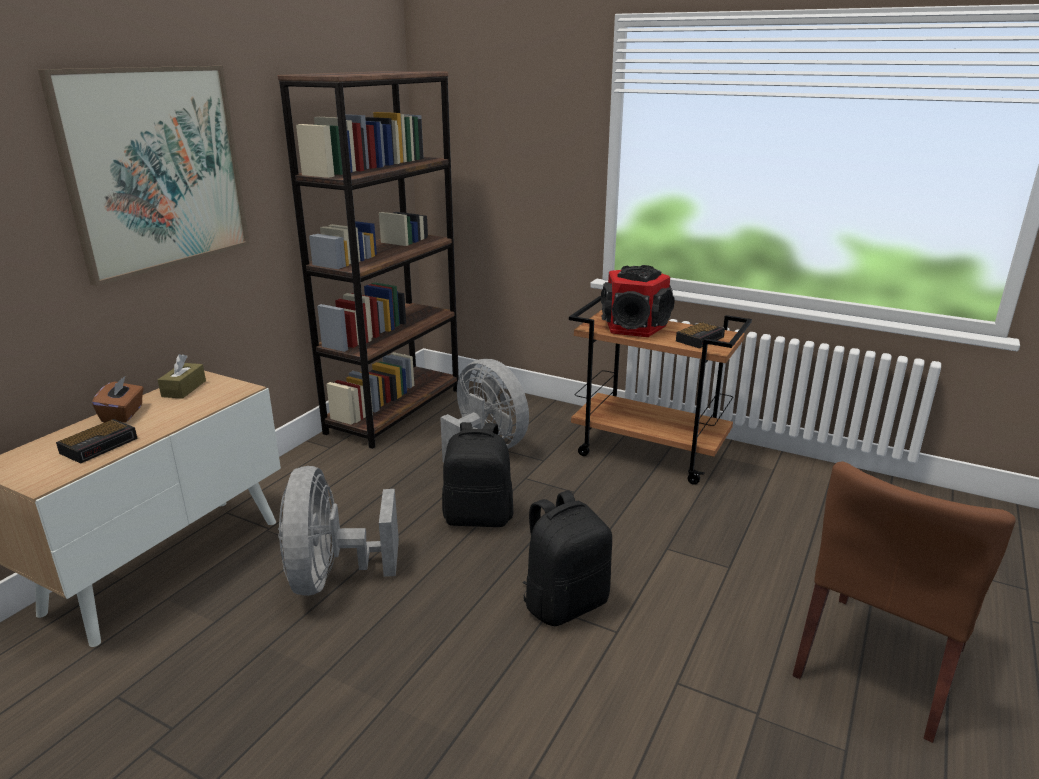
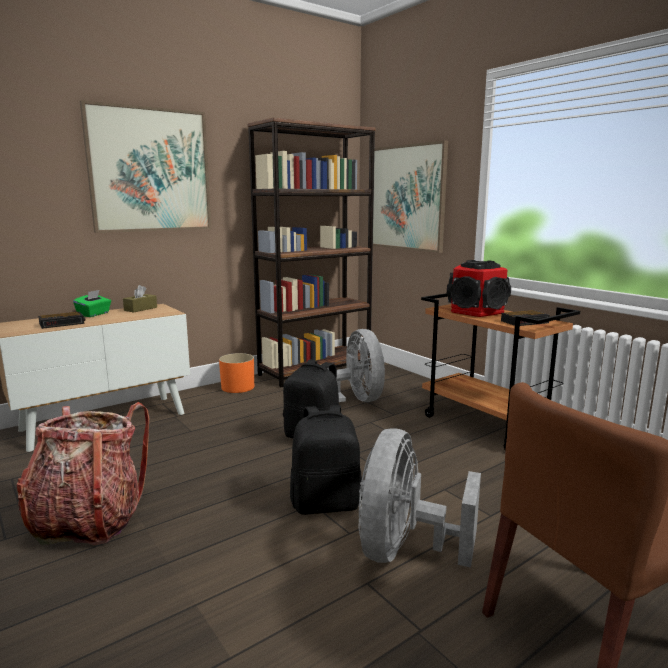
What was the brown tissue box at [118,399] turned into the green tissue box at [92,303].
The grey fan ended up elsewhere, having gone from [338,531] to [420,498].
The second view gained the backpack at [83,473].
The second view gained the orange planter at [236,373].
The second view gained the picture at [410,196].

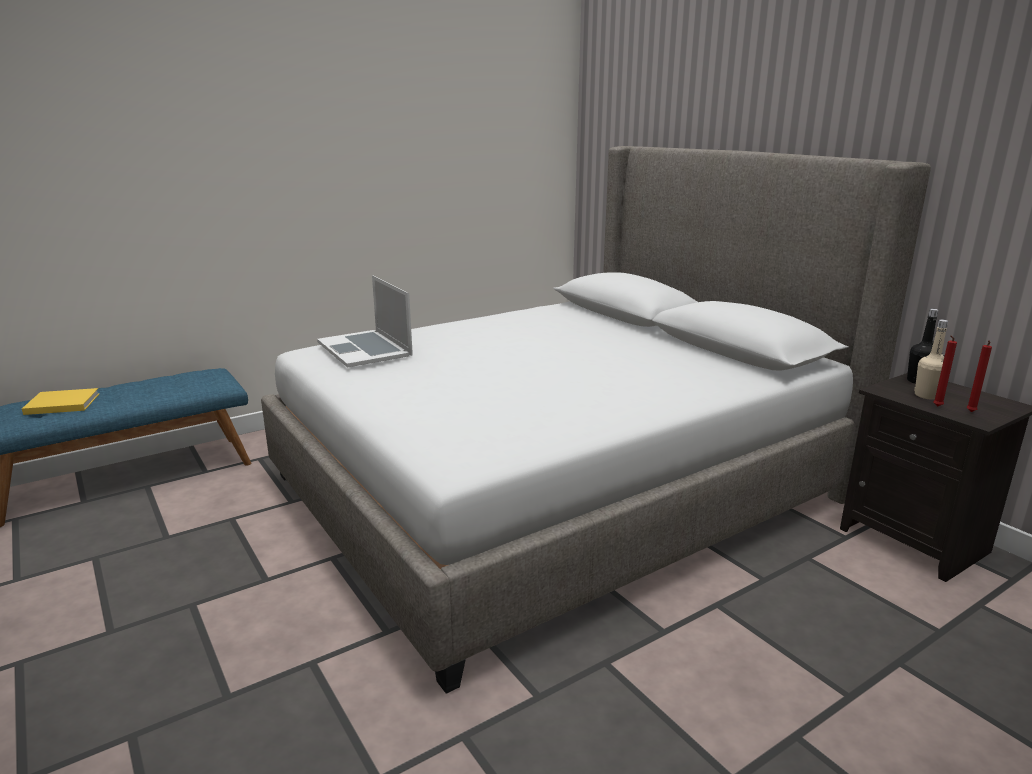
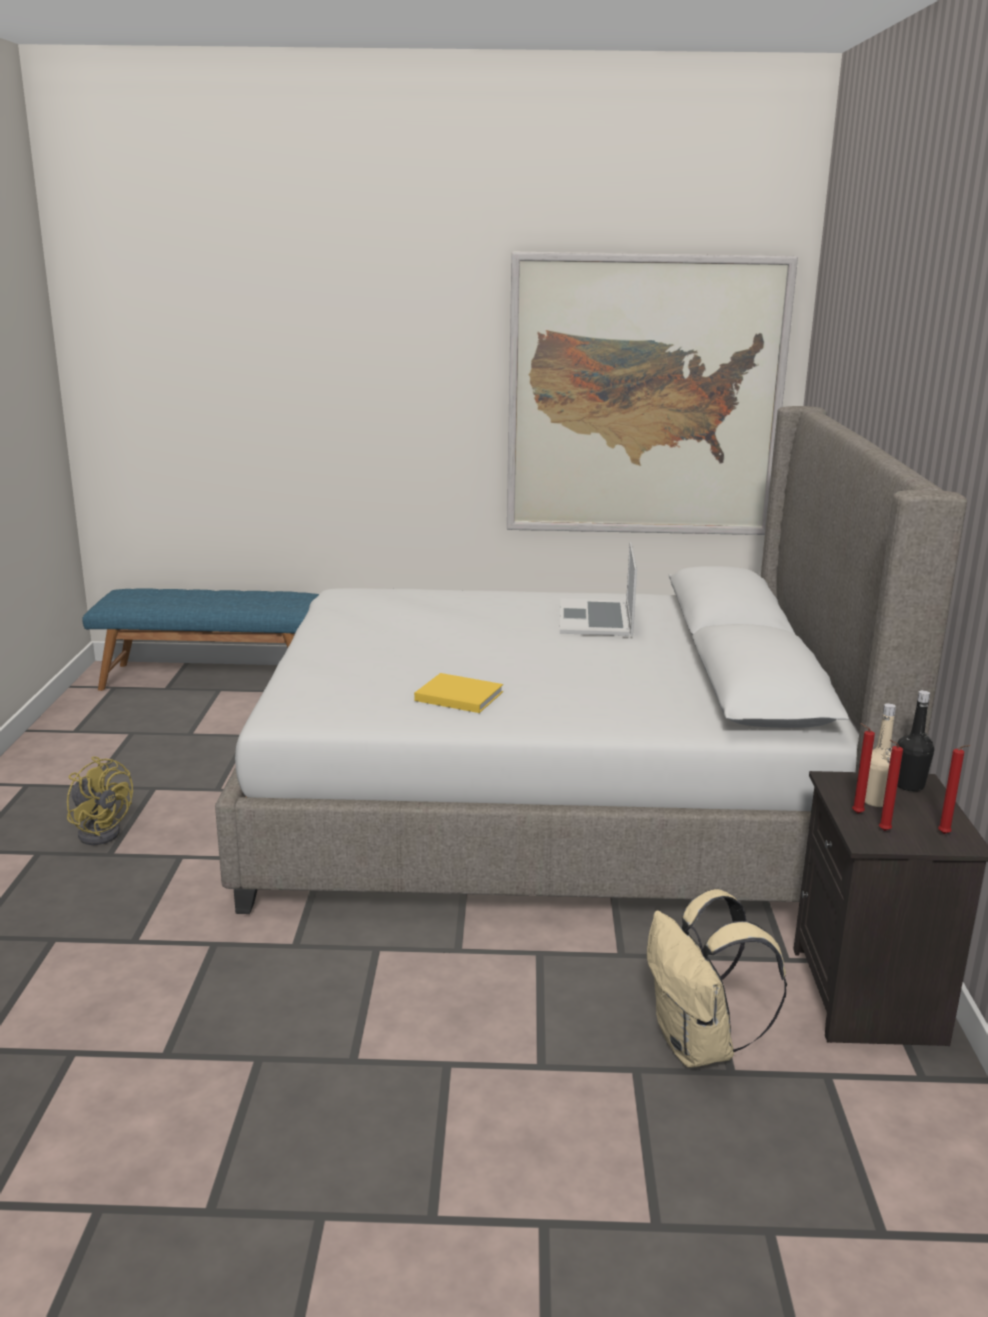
The yellow book ended up elsewhere, having gone from [60,401] to [458,693].
The laptop ended up elsewhere, having gone from [365,321] to [598,589].
The second view gained the yellow fan at [100,800].
The second view gained the picture at [652,393].
The second view gained the beige backpack at [717,978].
The second view gained the red candle at [954,789].

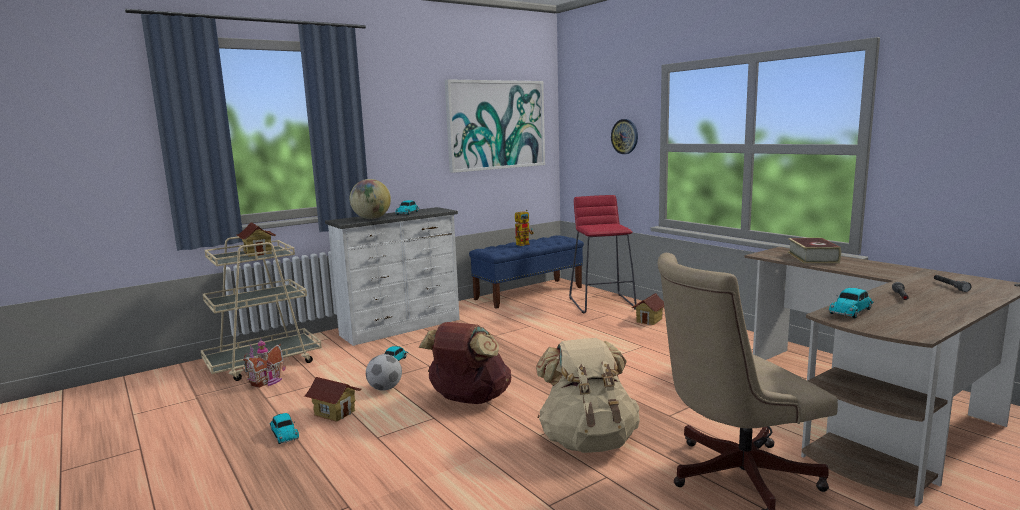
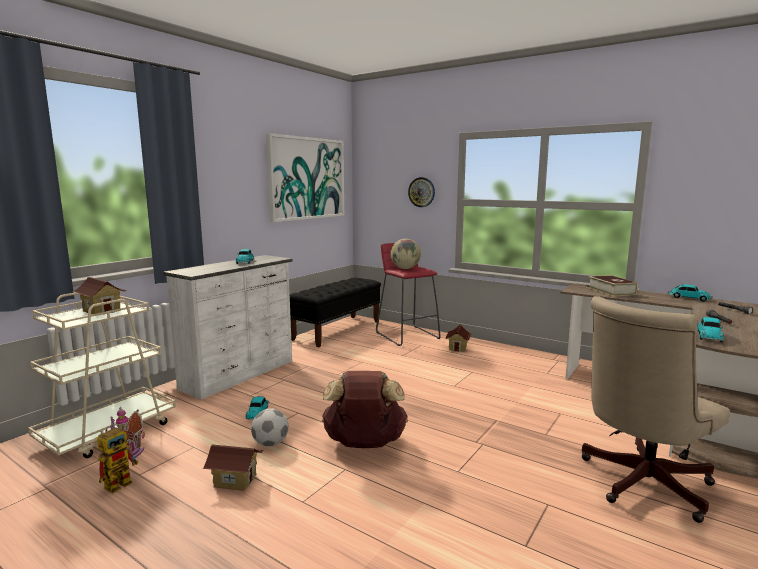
The toy car ended up elsewhere, having gone from [284,428] to [690,292].
The globe ended up elsewhere, having gone from [370,199] to [405,254].
What was the blue bench at [526,272] turned into the black bench at [335,312].
The toy robot ended up elsewhere, having gone from [524,228] to [117,459].
The second view lost the beige backpack at [588,395].

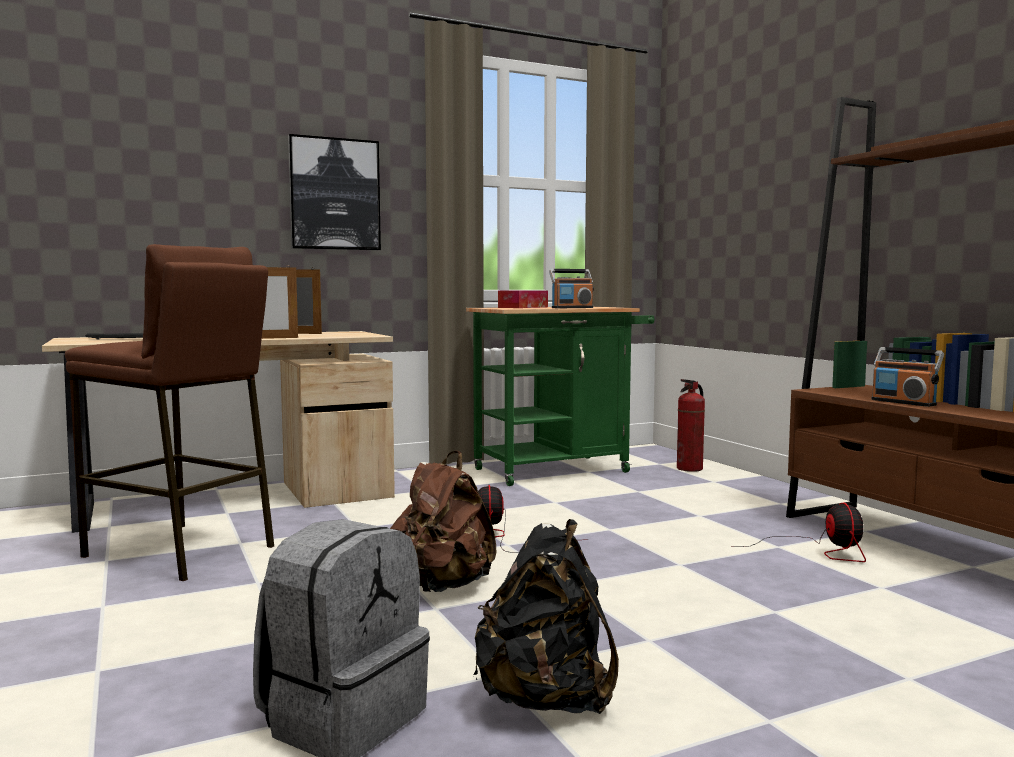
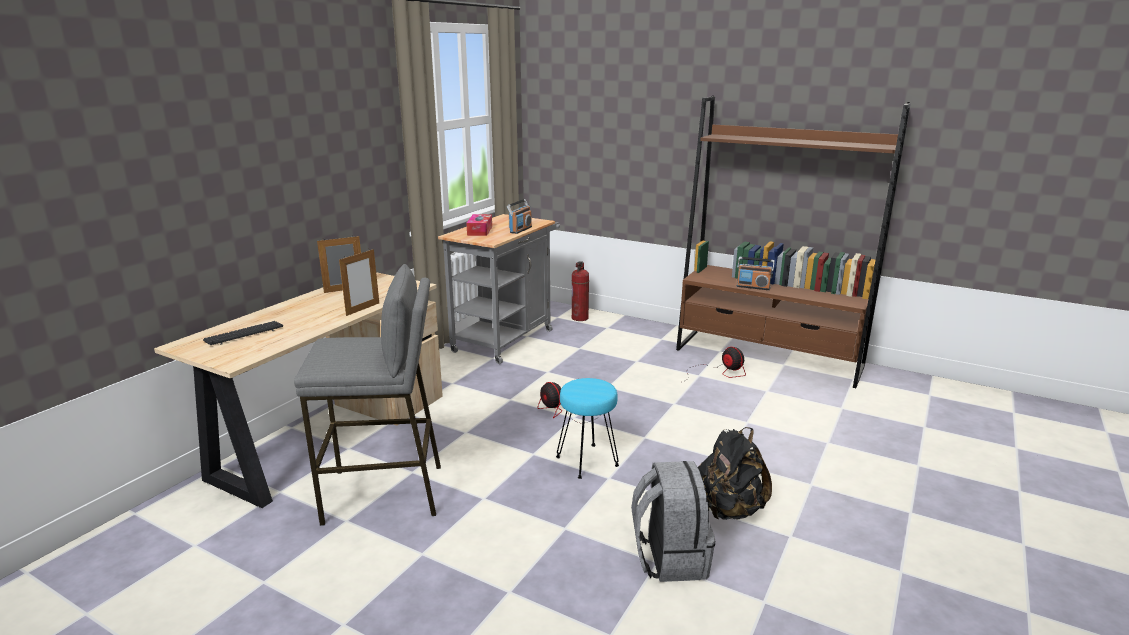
What was the brown stool at [169,412] turned into the grey stool at [367,395].
The second view lost the picture at [334,192].
Where the brown backpack stood at [443,521], the turquoise stool came to stand at [587,428].
What was the green cart at [560,396] turned into the grey cart at [499,289].

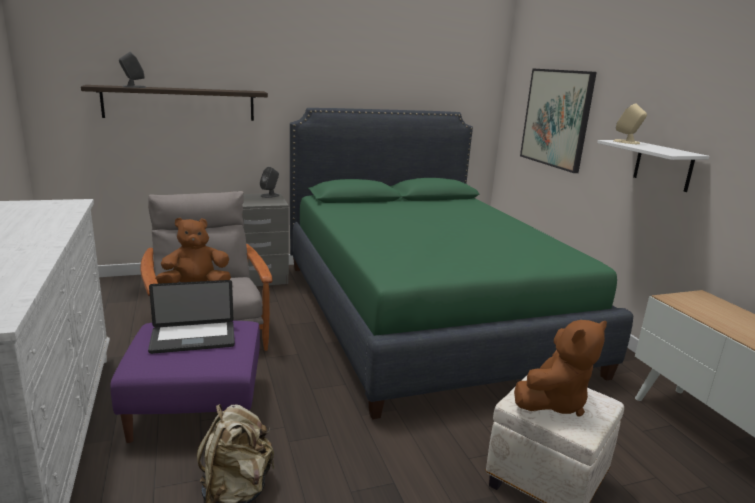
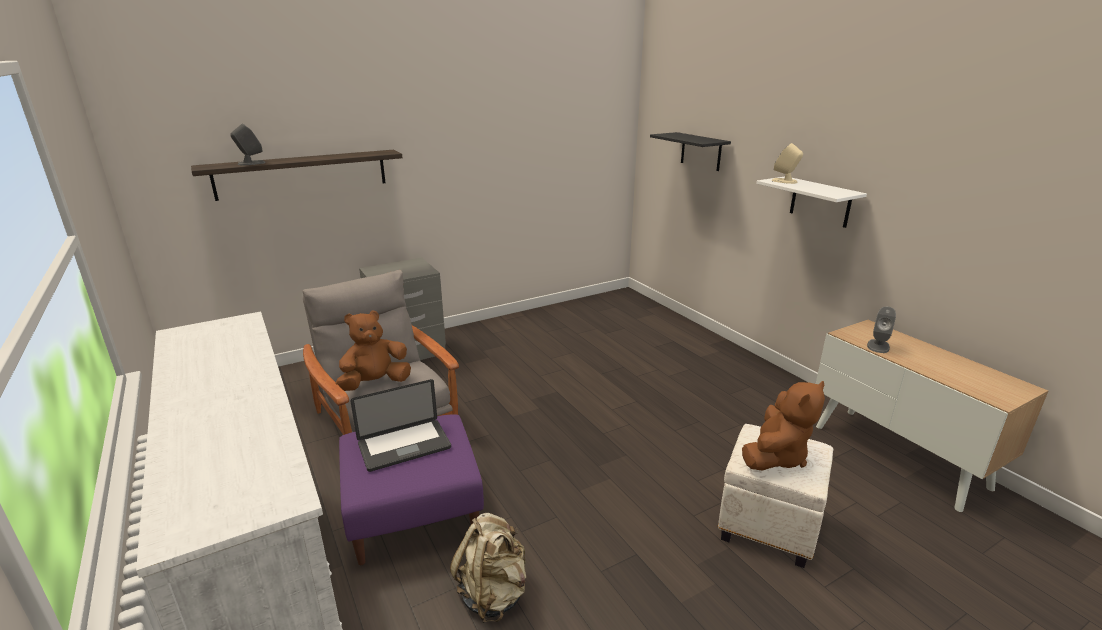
The grey speaker ended up elsewhere, having gone from [269,182] to [881,329].
The second view lost the green bed at [461,263].
Where the picture hung at [558,120], the black shelf came to hang at [690,151].

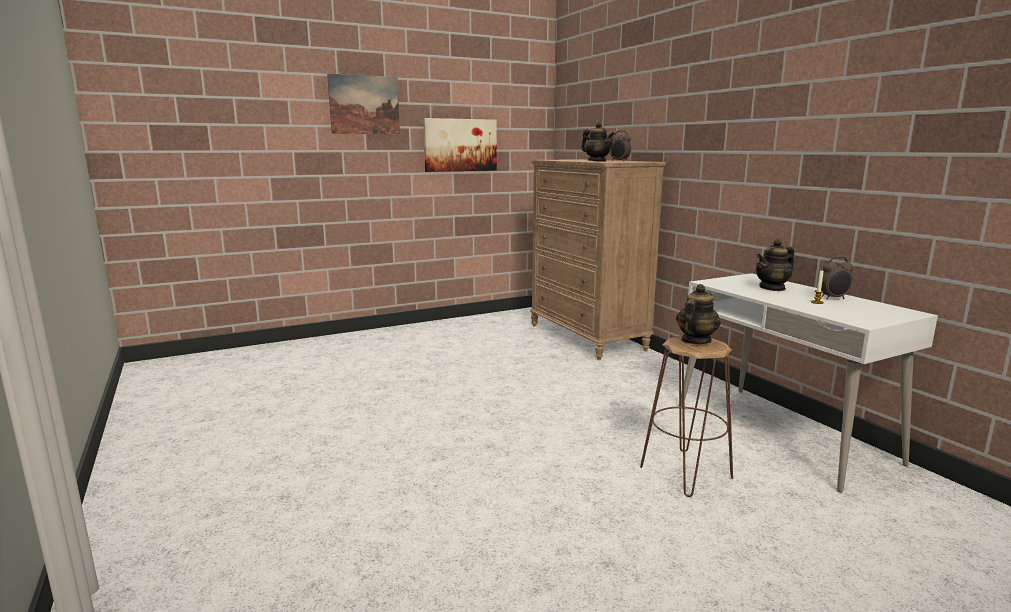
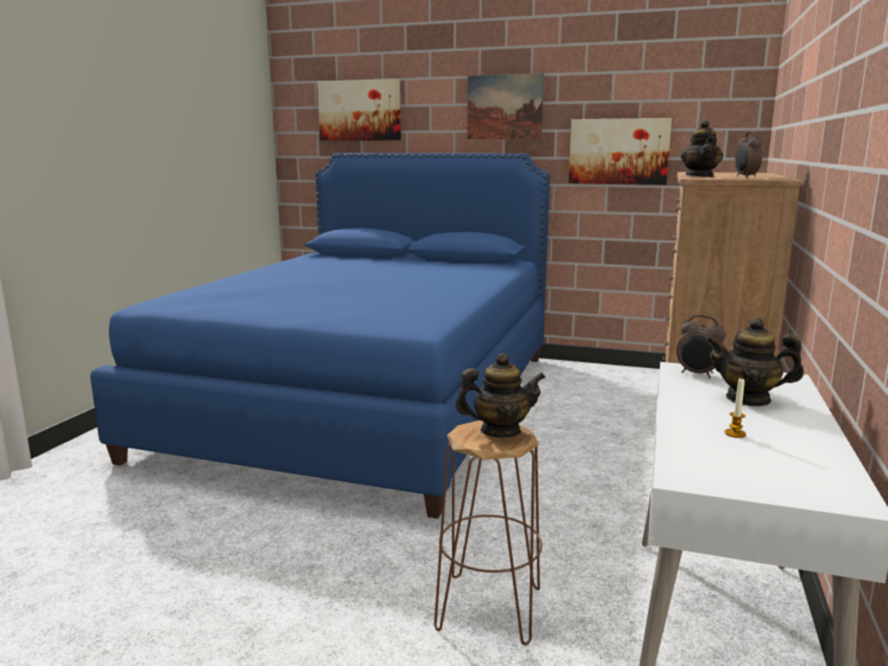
The alarm clock ended up elsewhere, having gone from [837,277] to [701,346].
The second view gained the blue bed at [320,336].
The second view gained the picture at [359,110].

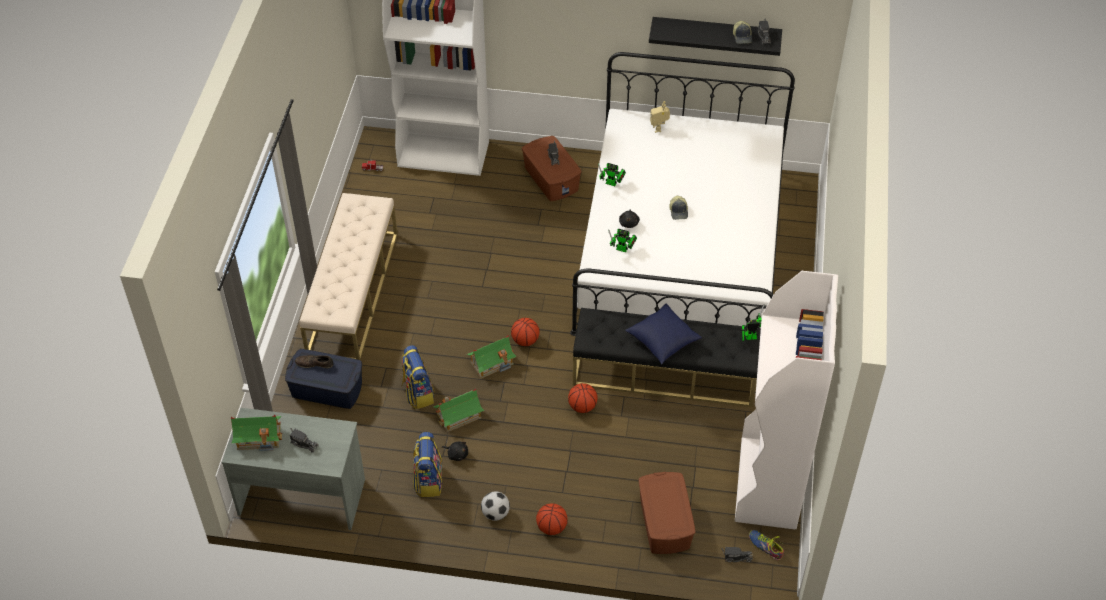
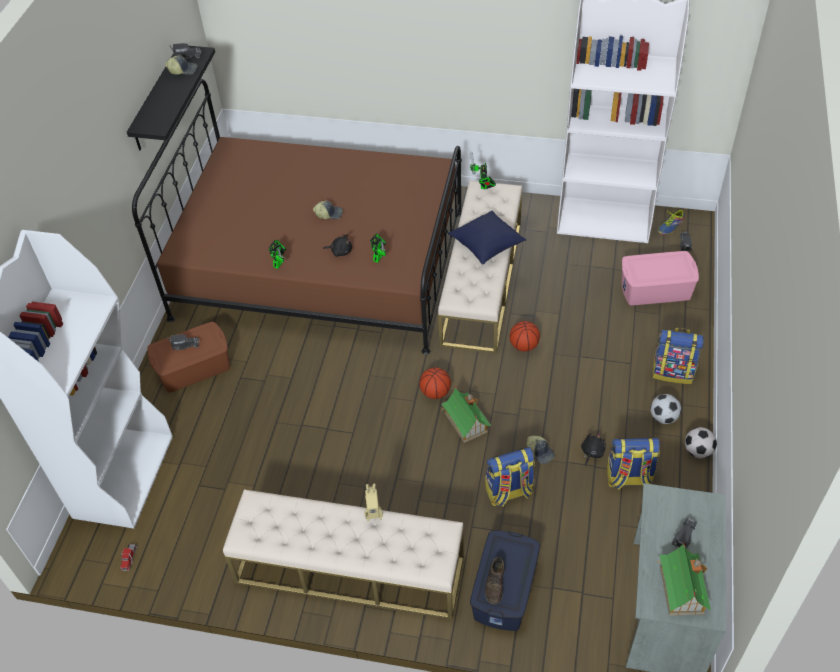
Where the toy house stood at [458,410], the cap came to stand at [540,450].
Where the basketball stood at [552,519], the backpack came to stand at [678,356].
What was the white bed at [682,194] turned into the brown bed at [297,217].
What was the black bench at [667,357] turned into the beige bench at [480,267].
What was the brown storage box at [667,513] turned into the pink storage box at [660,278].
The toy robot ended up elsewhere, having gone from [660,117] to [373,502].
The second view gained the football at [701,442].

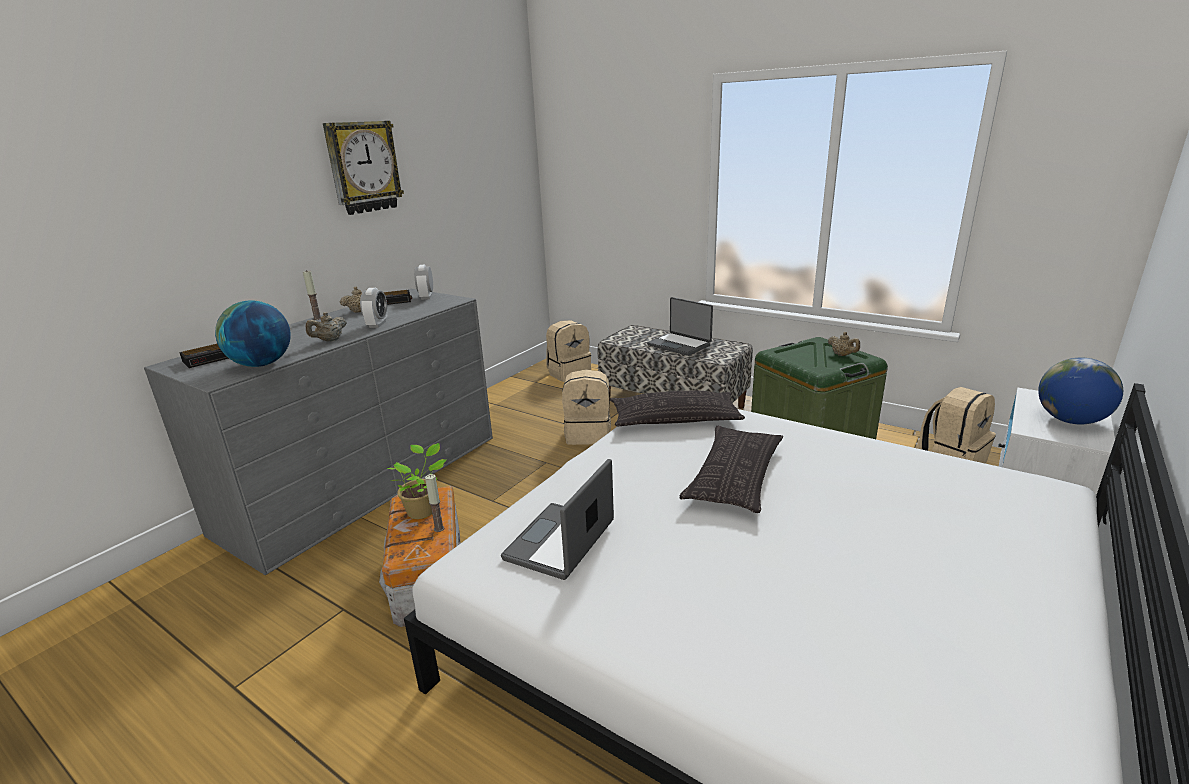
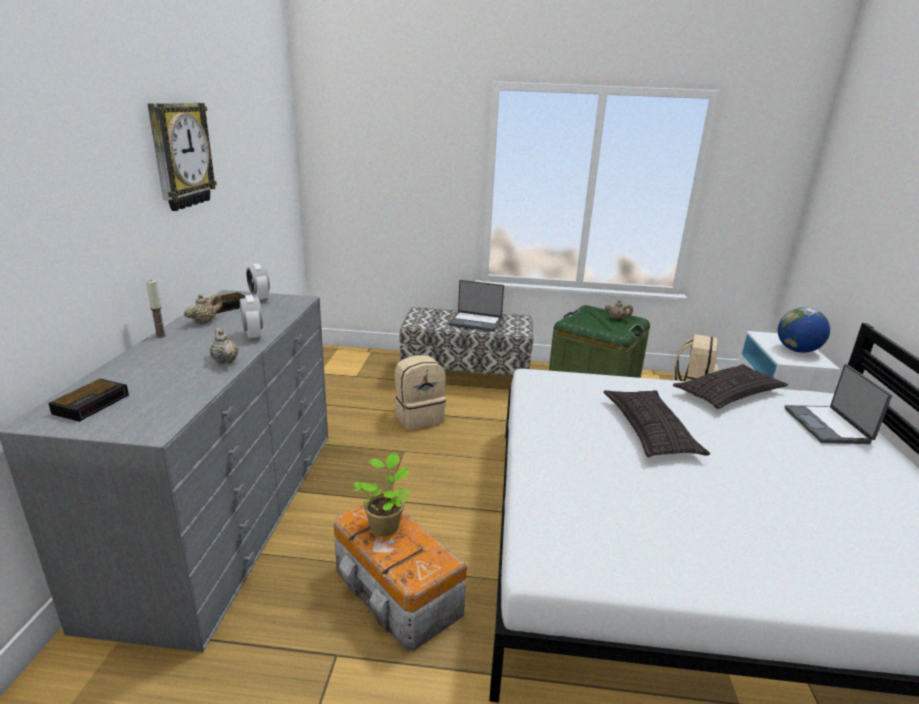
The second view lost the globe at [253,333].
The beige teapot at [326,327] ended up facing another way, 135 degrees clockwise from before.
The second view lost the candle at [434,503].
The laptop ended up elsewhere, having gone from [557,519] to [838,404].
The second view lost the beige backpack at [568,351].
The pillow ended up elsewhere, having gone from [677,408] to [730,386].

